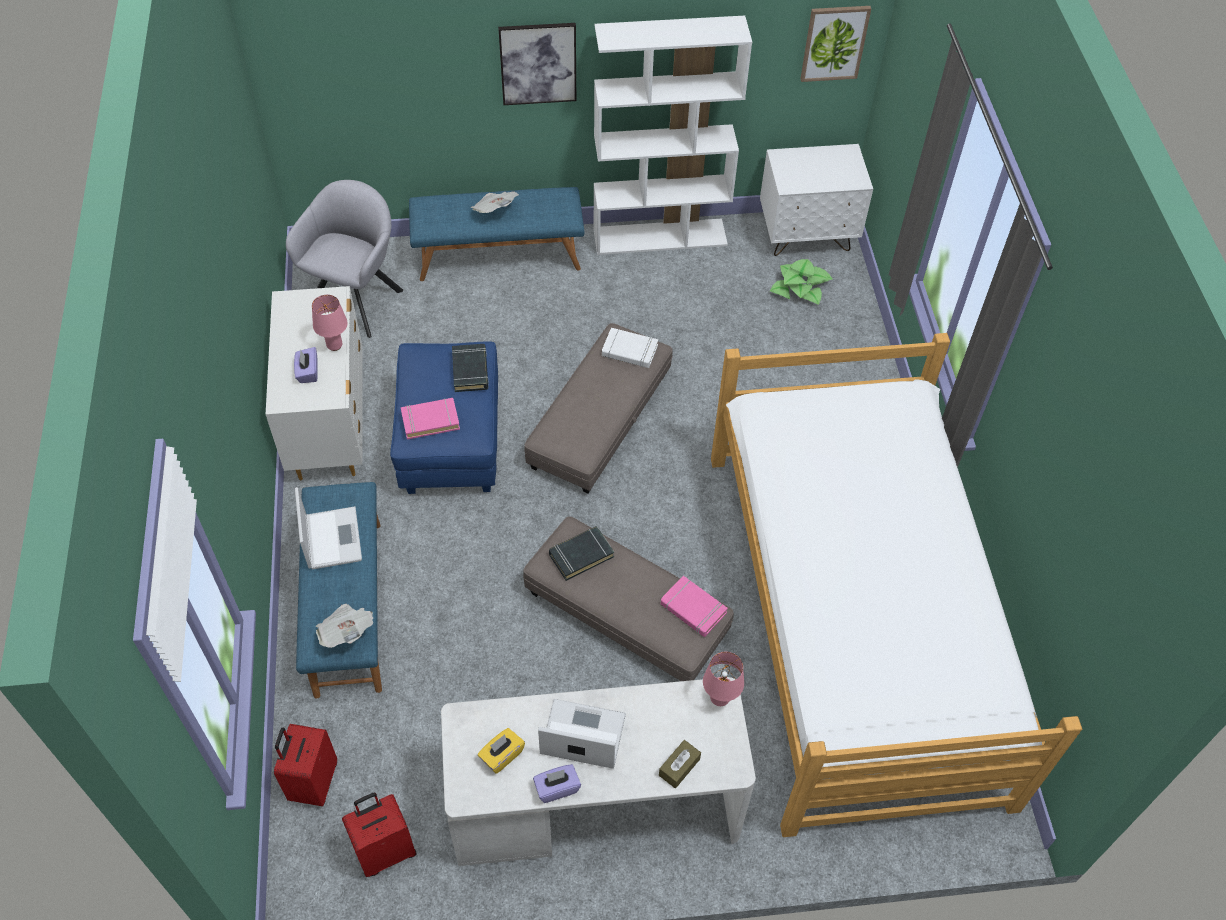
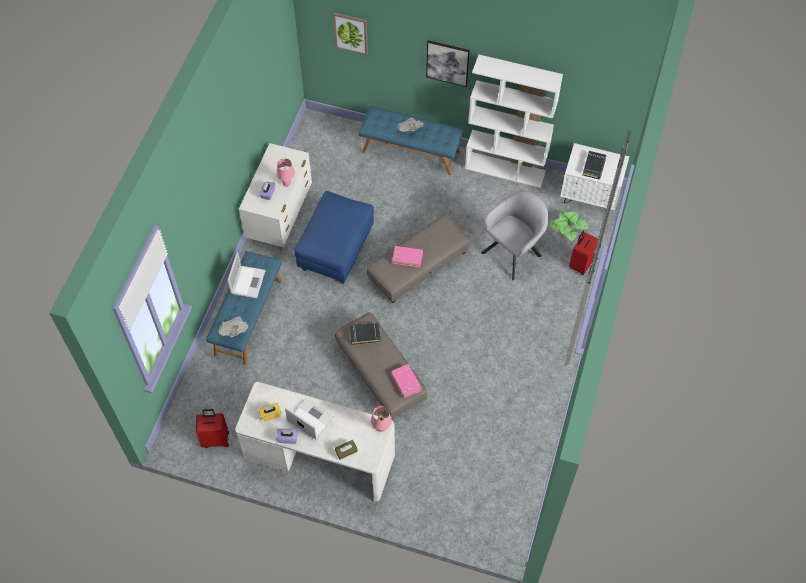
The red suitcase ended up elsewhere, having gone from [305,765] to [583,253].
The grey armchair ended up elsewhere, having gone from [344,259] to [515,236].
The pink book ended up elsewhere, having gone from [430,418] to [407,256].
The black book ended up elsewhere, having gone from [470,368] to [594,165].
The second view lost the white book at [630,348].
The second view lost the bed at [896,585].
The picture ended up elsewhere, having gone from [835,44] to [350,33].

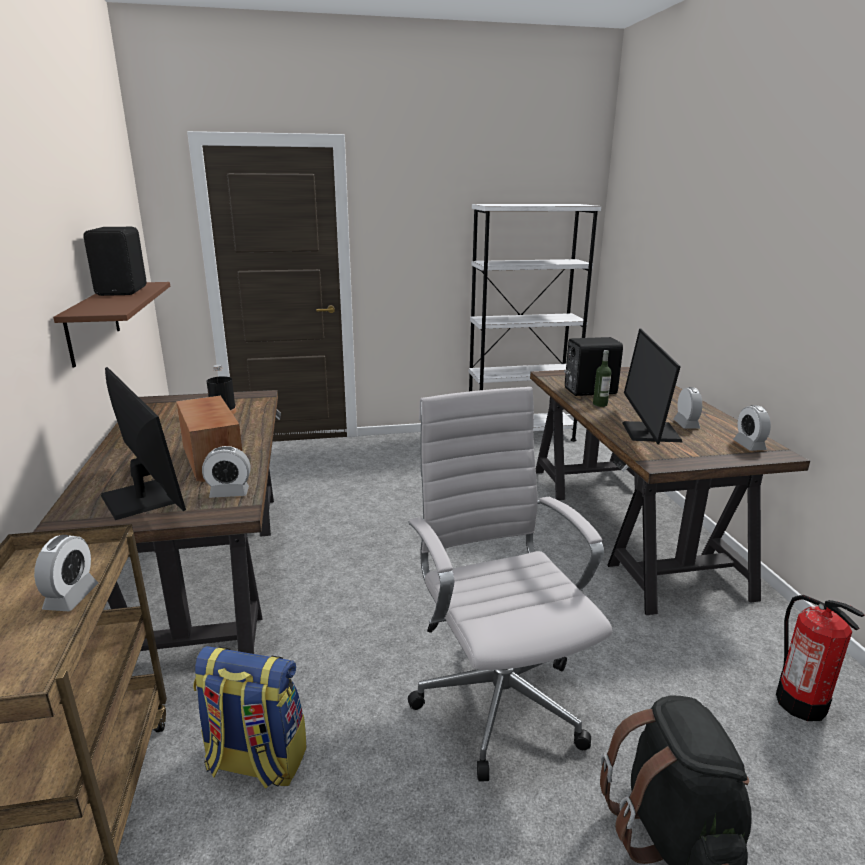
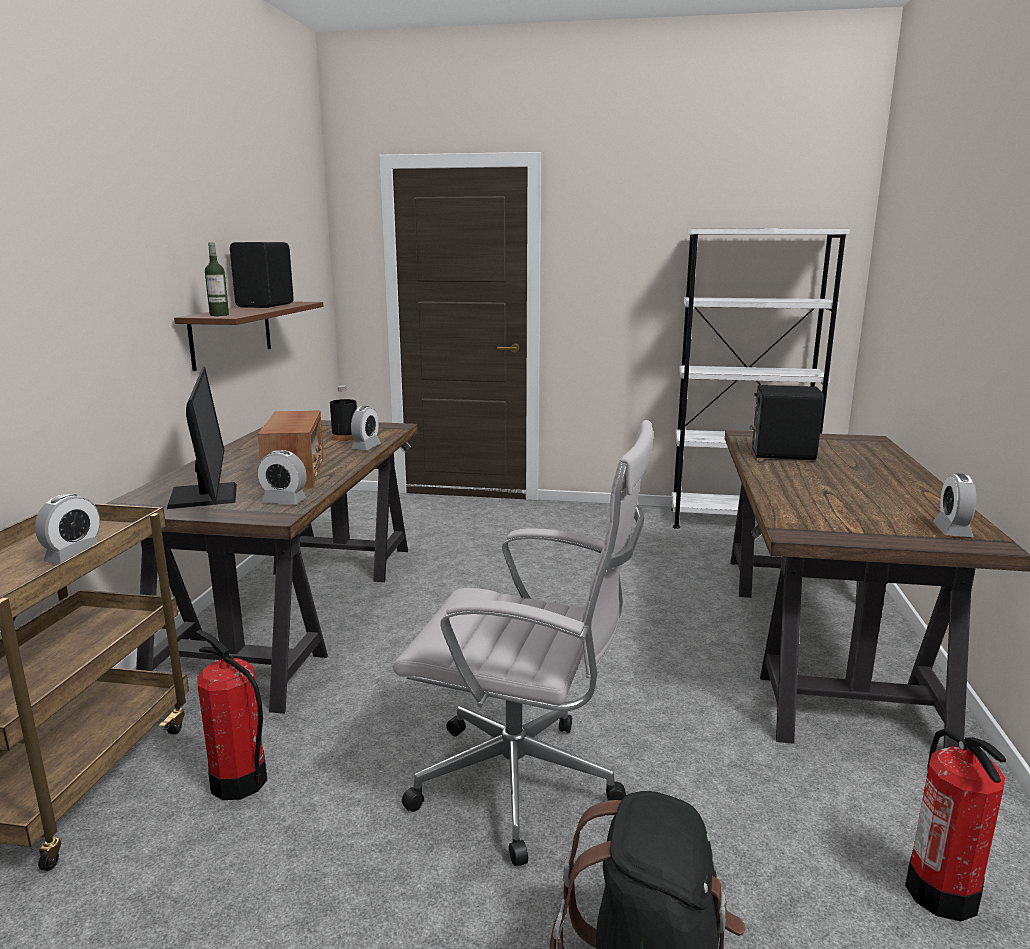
Where the backpack stood at [250,717], the fire extinguisher came to stand at [231,715].
The white office chair at [510,584] ended up facing another way, 105 degrees clockwise from before.
The bottle ended up elsewhere, having gone from [602,378] to [217,279].
The second view lost the monitor at [652,386].
The alarm clock ended up elsewhere, having gone from [687,408] to [366,428].

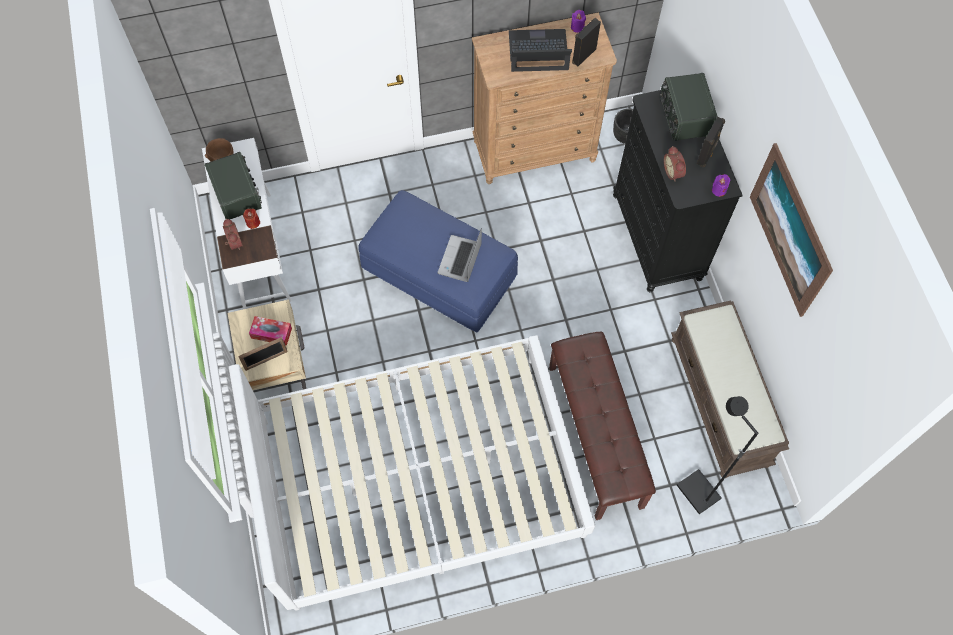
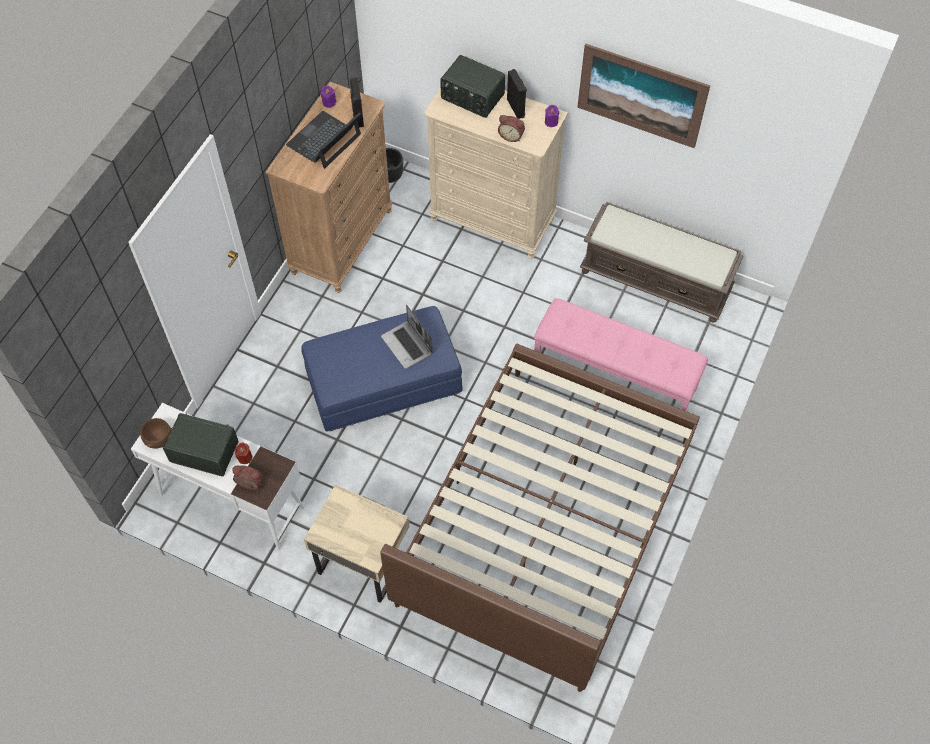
What was the white bed at [412,472] turned into the brown bed at [540,518].
The second view lost the picture frame at [263,354].
The second view lost the tissue box at [270,331].
What was the brown bench at [602,426] turned into the pink bench at [621,354].
What was the black dresser at [678,191] turned into the beige dresser at [496,173].
The second view lost the black floor lamp at [717,455].

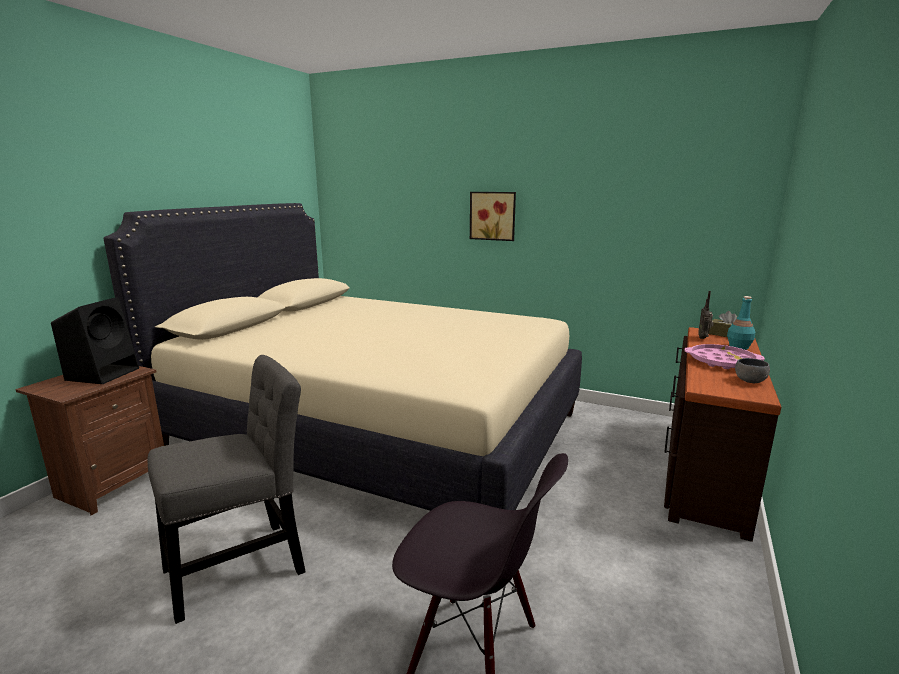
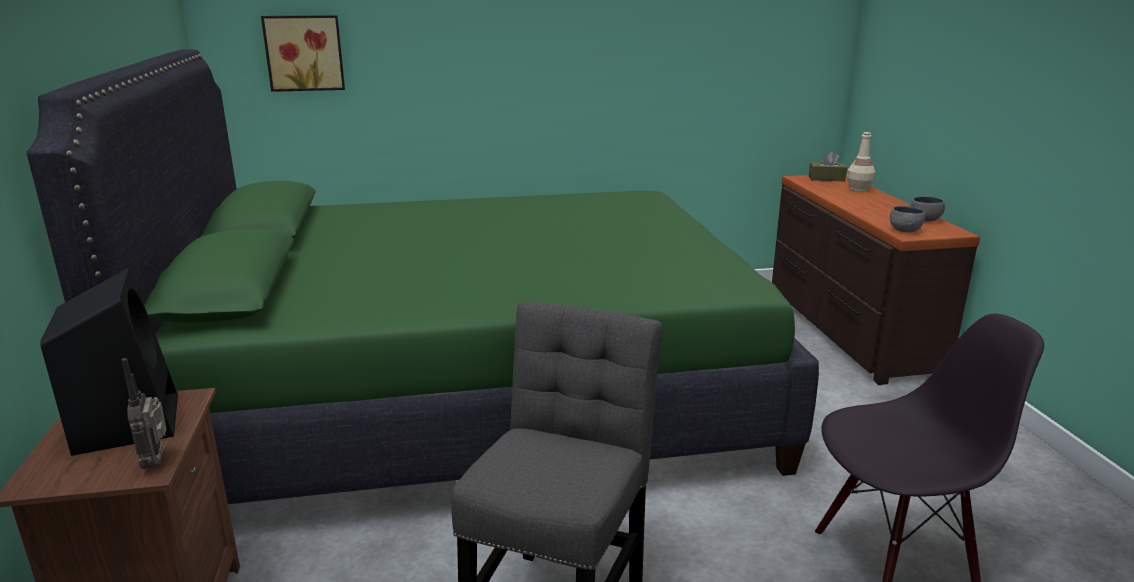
What was the beige bed at [342,357] turned into the green bed at [423,276].
The picture ended up elsewhere, having gone from [493,216] to [303,53].
The second view lost the pink tray at [724,356].
The radio ended up elsewhere, having gone from [706,315] to [144,413].
What was the turquoise bottle at [741,323] turned into the beige bottle at [861,162].
The second view gained the grey bowl at [907,219].

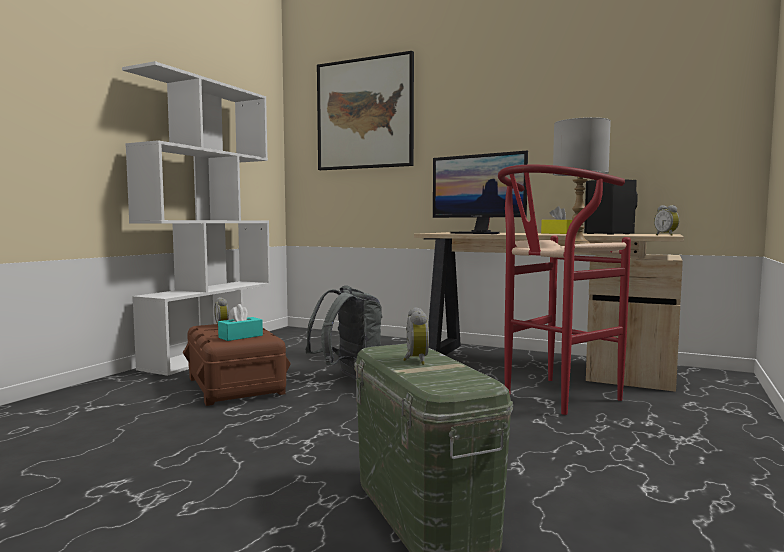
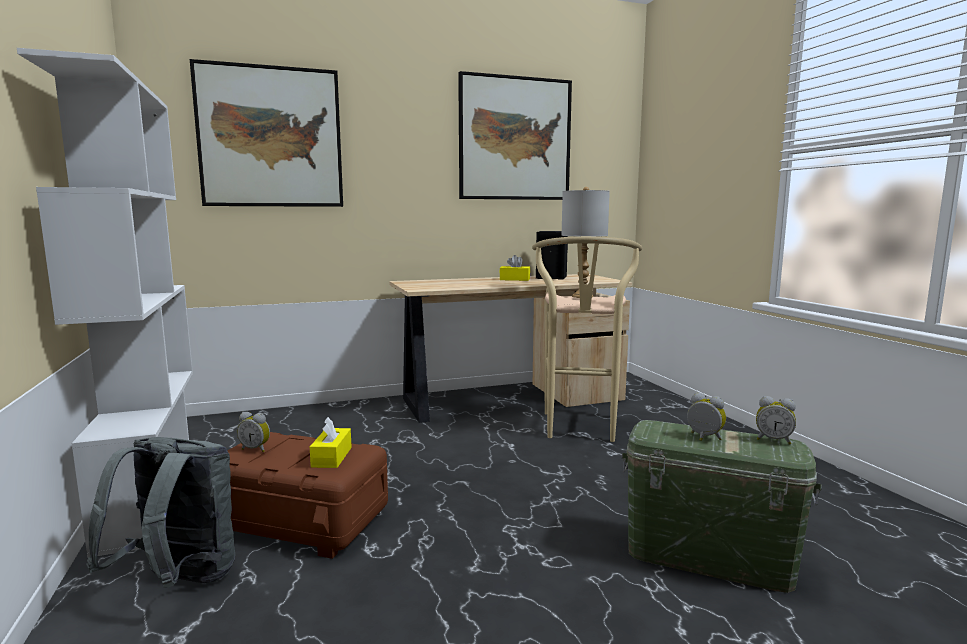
What was the turquoise tissue box at [240,322] turned into the yellow tissue box at [331,442].
The grey backpack ended up elsewhere, having gone from [343,332] to [160,512].
The second view lost the monitor at [480,192].
What was the red stool at [564,290] turned into the beige stool at [587,339].
The alarm clock ended up elsewhere, having gone from [666,220] to [776,420].
The second view gained the picture at [515,135].

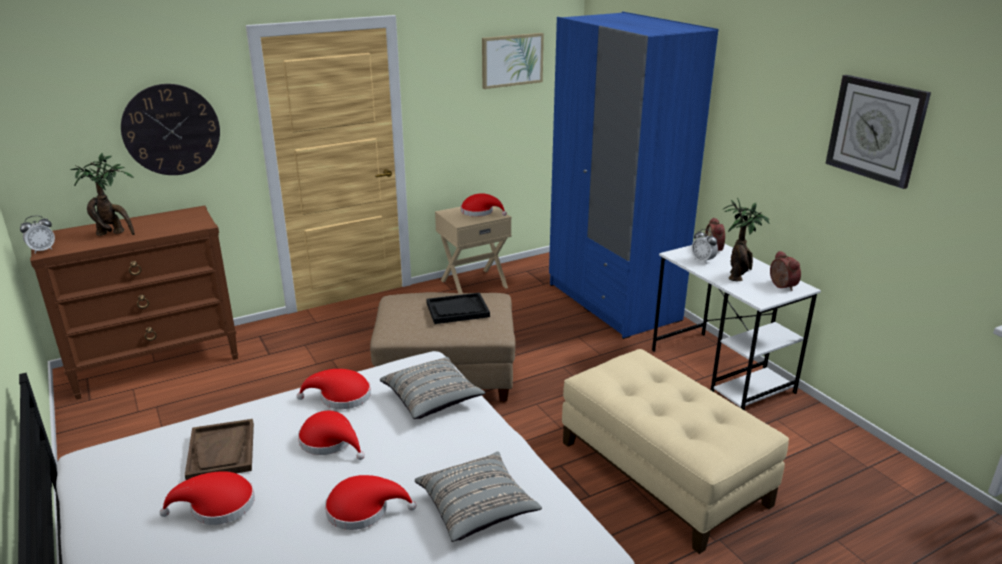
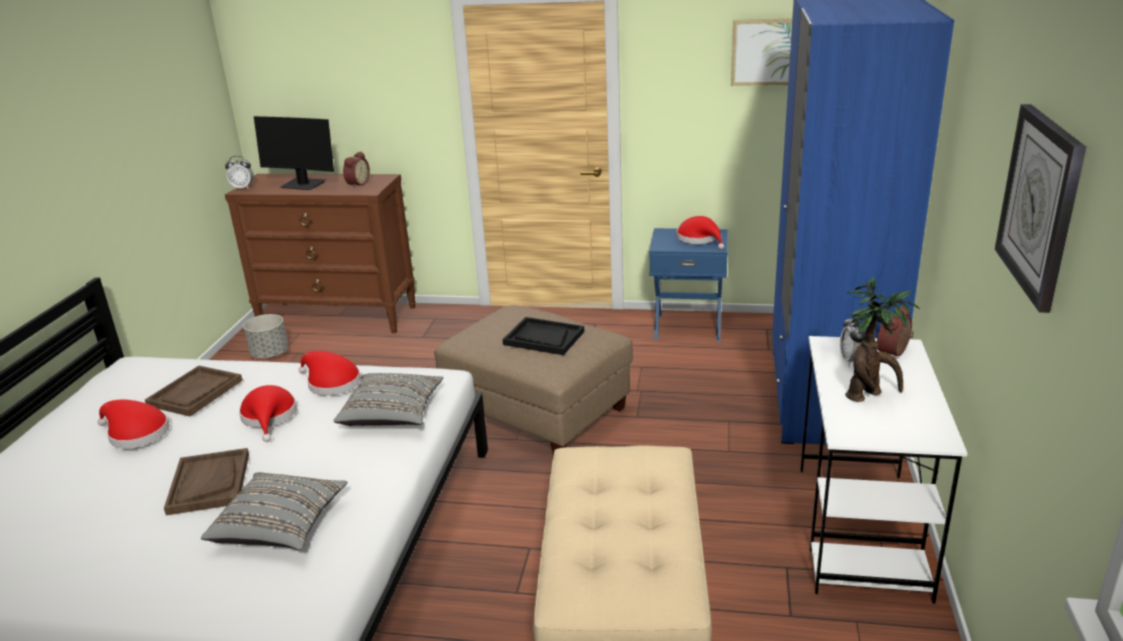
Where the potted plant stood at [102,194], the monitor came to stand at [294,153].
The second view lost the wall clock at [170,129].
Where the red hat stood at [371,502], the brown tray came to stand at [206,481].
What was the beige nightstand at [473,249] turned into the blue nightstand at [688,285].
The alarm clock ended up elsewhere, having gone from [785,271] to [356,169].
The second view gained the grey planter at [266,336].

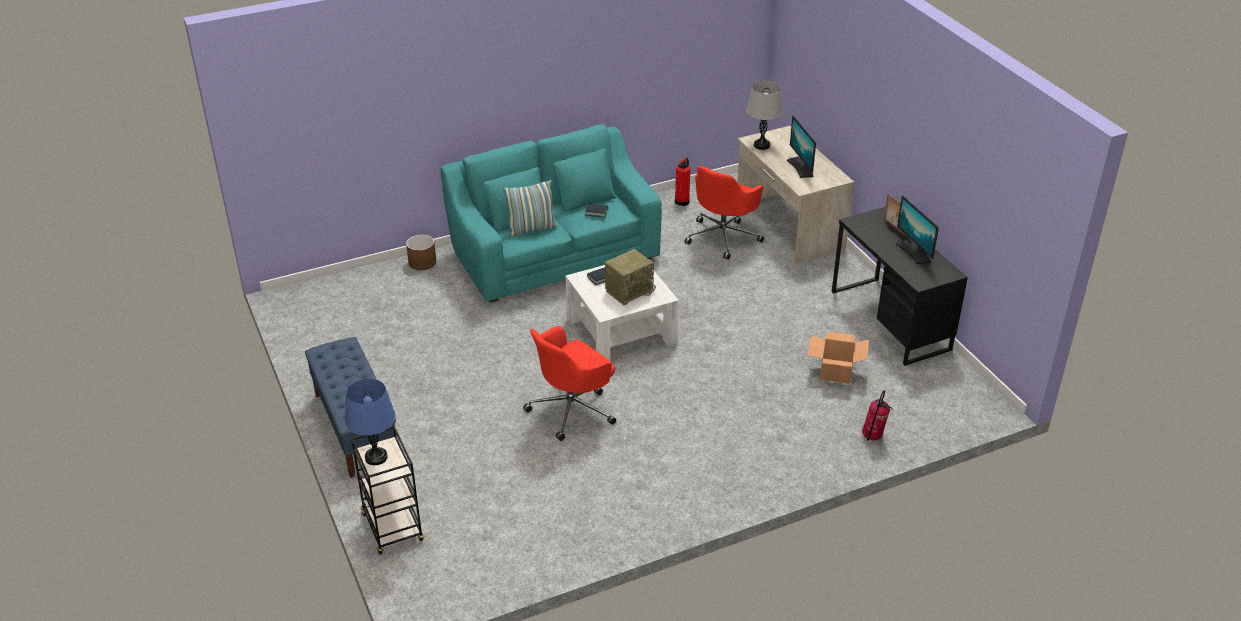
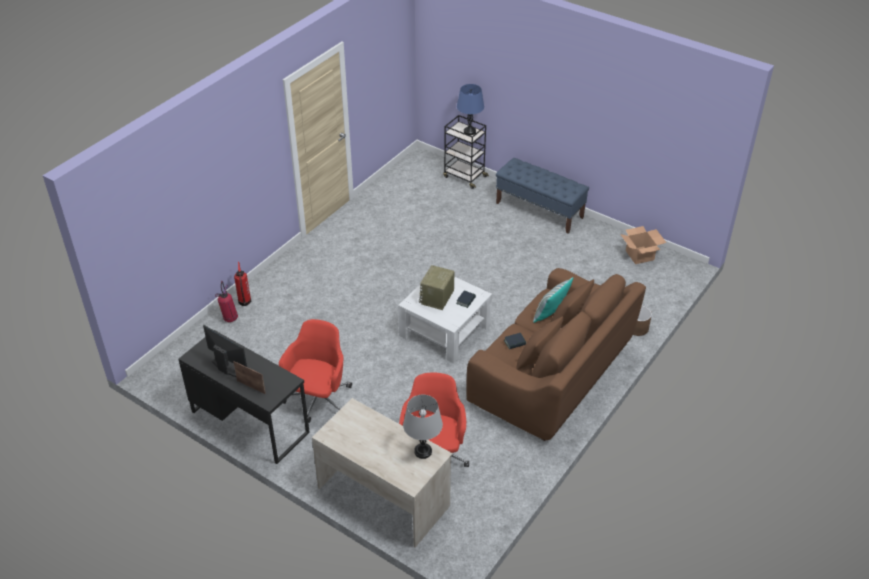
What was the turquoise sofa at [551,213] turned into the brown sofa at [556,354].
The red office chair ended up elsewhere, having gone from [569,383] to [315,371].
The fire extinguisher ended up elsewhere, having gone from [682,182] to [242,284].
The second view lost the monitor at [801,146].
The cardboard box ended up elsewhere, having gone from [838,358] to [643,245].

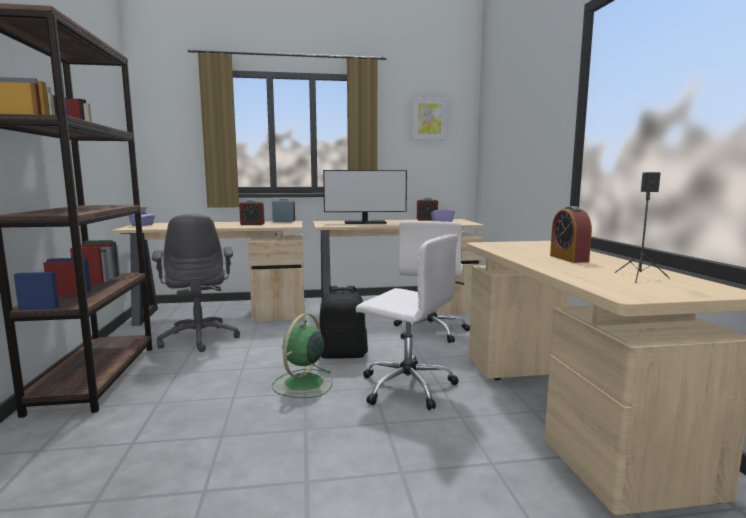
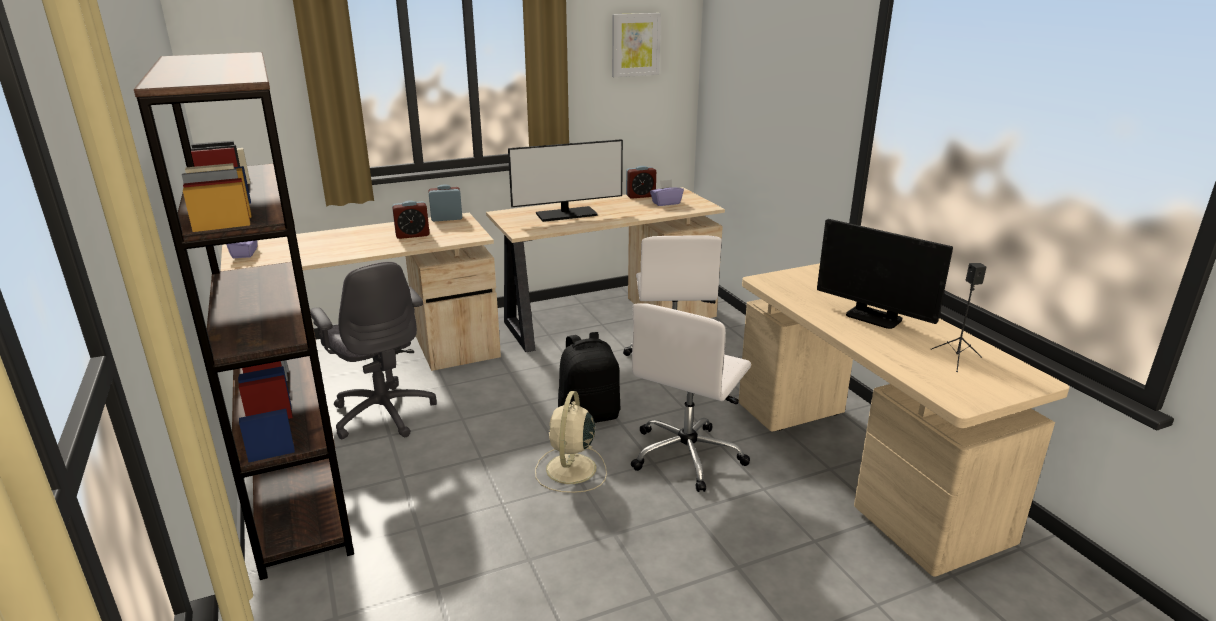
What was the green fan at [302,356] turned into the beige fan at [571,442].
The white office chair at [407,322] ended up facing another way, 105 degrees clockwise from before.
Where the alarm clock stood at [571,234], the monitor came to stand at [885,274].

